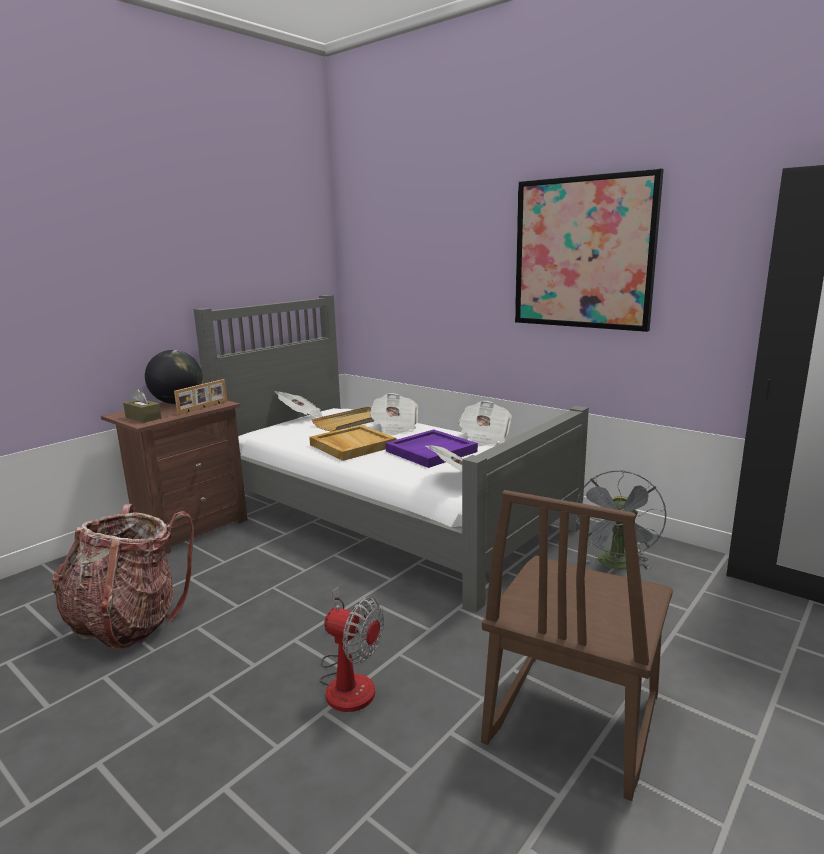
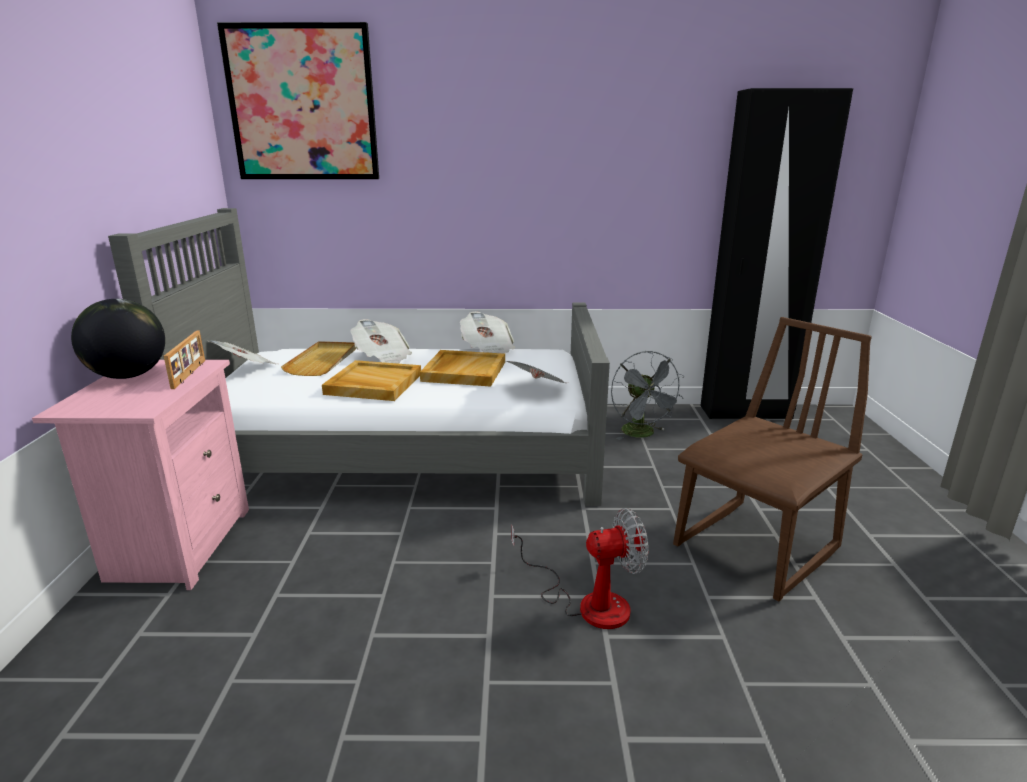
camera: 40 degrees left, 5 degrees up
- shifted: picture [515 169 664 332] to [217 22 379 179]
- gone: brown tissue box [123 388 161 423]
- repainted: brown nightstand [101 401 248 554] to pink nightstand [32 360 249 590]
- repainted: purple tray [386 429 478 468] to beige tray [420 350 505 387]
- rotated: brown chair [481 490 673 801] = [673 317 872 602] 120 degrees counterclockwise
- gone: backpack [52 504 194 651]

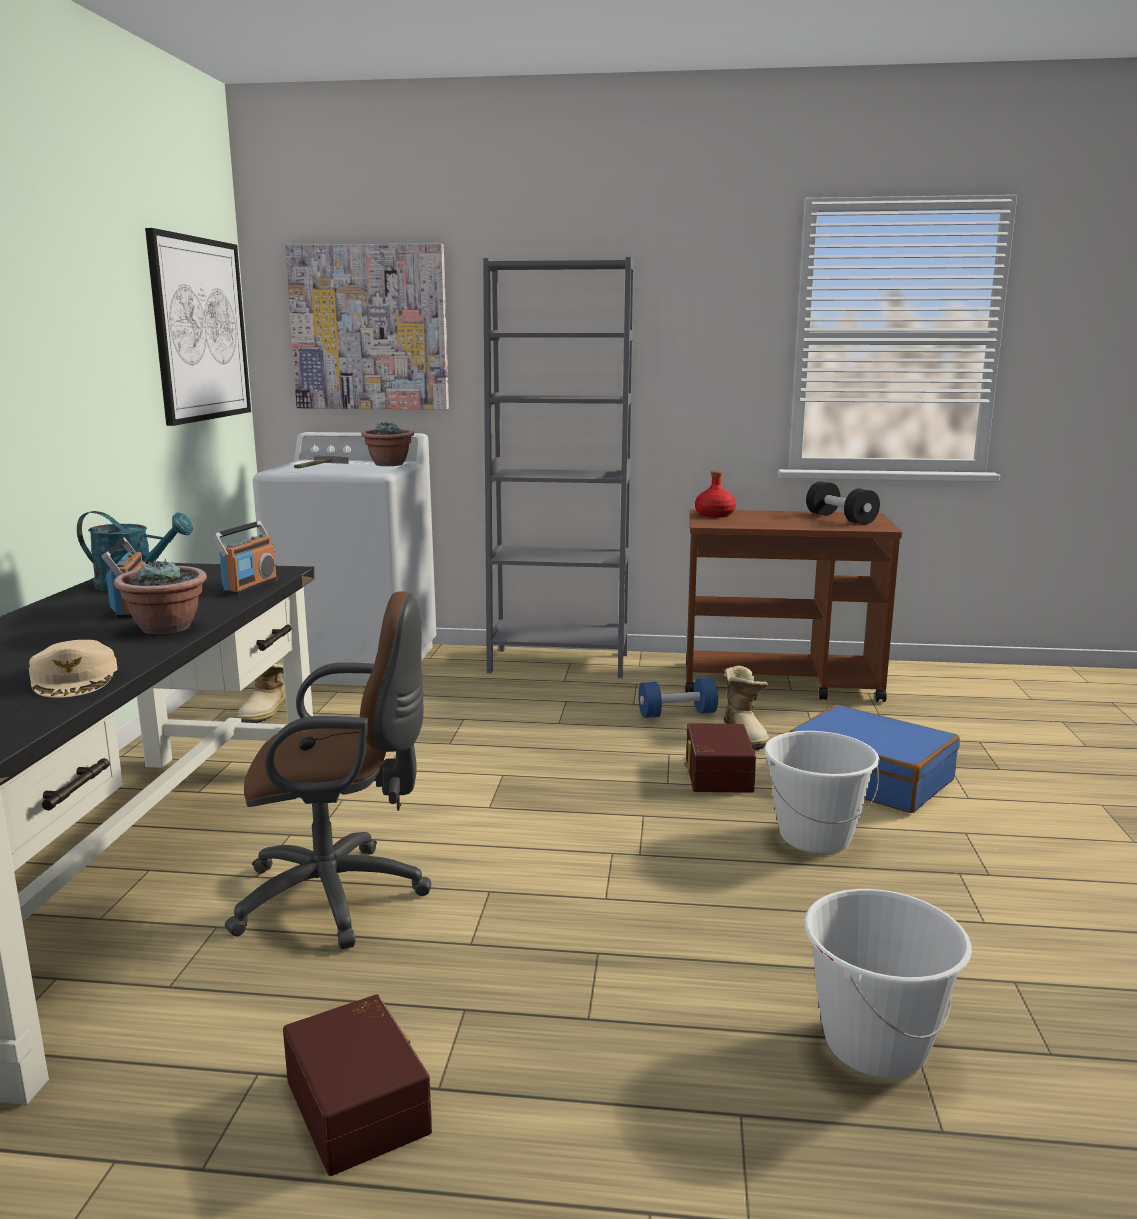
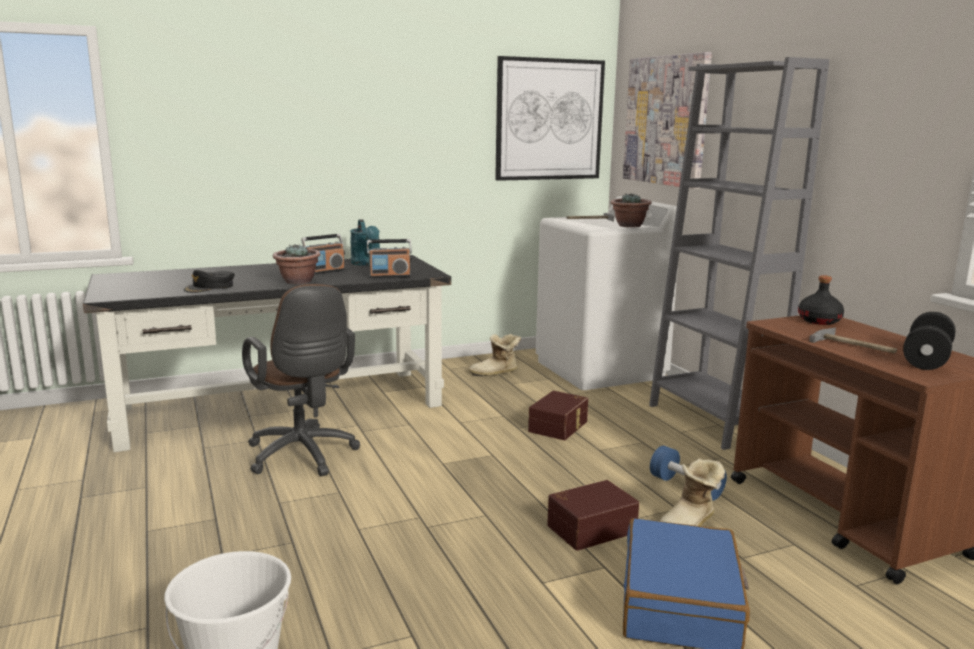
camera: 60 degrees right, 0 degrees up
- repainted: red bottle [695 471 736 517] to black bottle [798 275 844 325]
- repainted: beige cap [29 640 118 698] to black cap [183 270 235 293]
- gone: white bucket [764 731 879 854]
- shifted: brown storage box [283 994 432 1176] to [528 391 588 440]
- new: hammer [809 328 897 353]

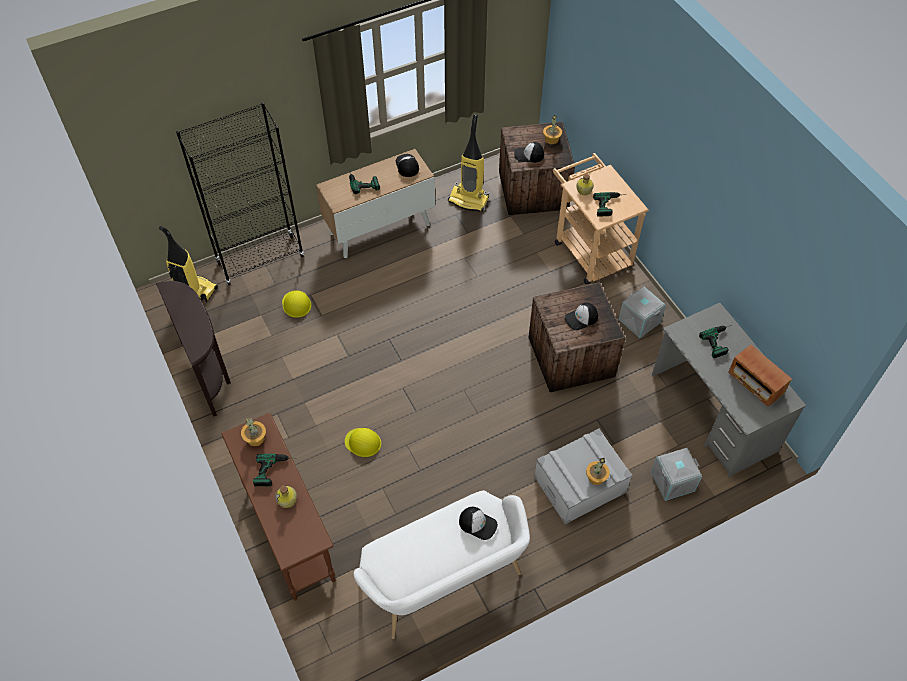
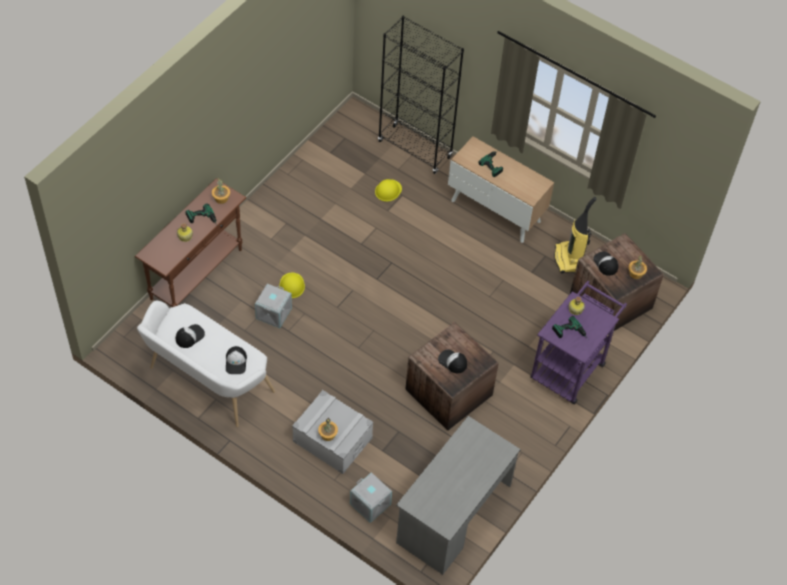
camera: 60 degrees right, 0 degrees up
- repainted: beige cart [553 153 649 285] to purple cart [530 281 627 404]
- shifted: cap [396 154 419 177] to [176 324 205 348]
- gone: vacuum cleaner [159 226 218 302]
- gone: brown console table [156 281 231 417]
- shifted: grey storage box [619 287 666 338] to [255 284 292 328]
- gone: power drill [699 325 732 358]
- gone: radio [728 345 792 407]

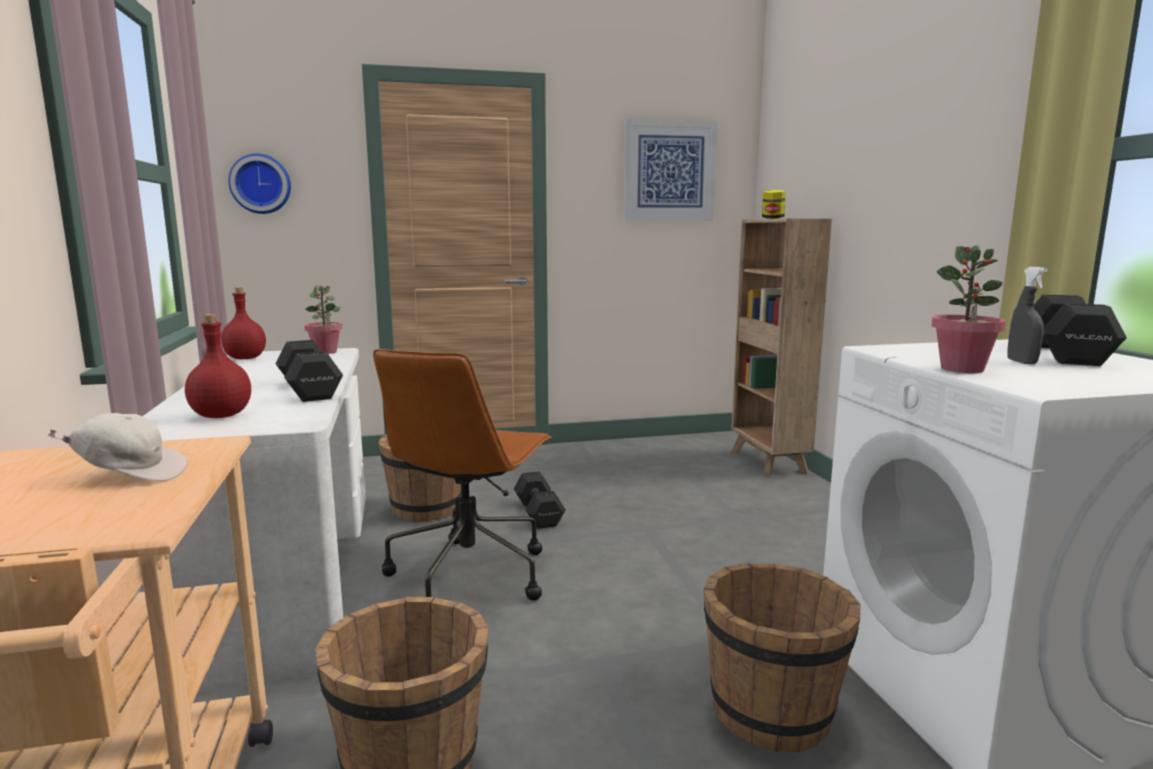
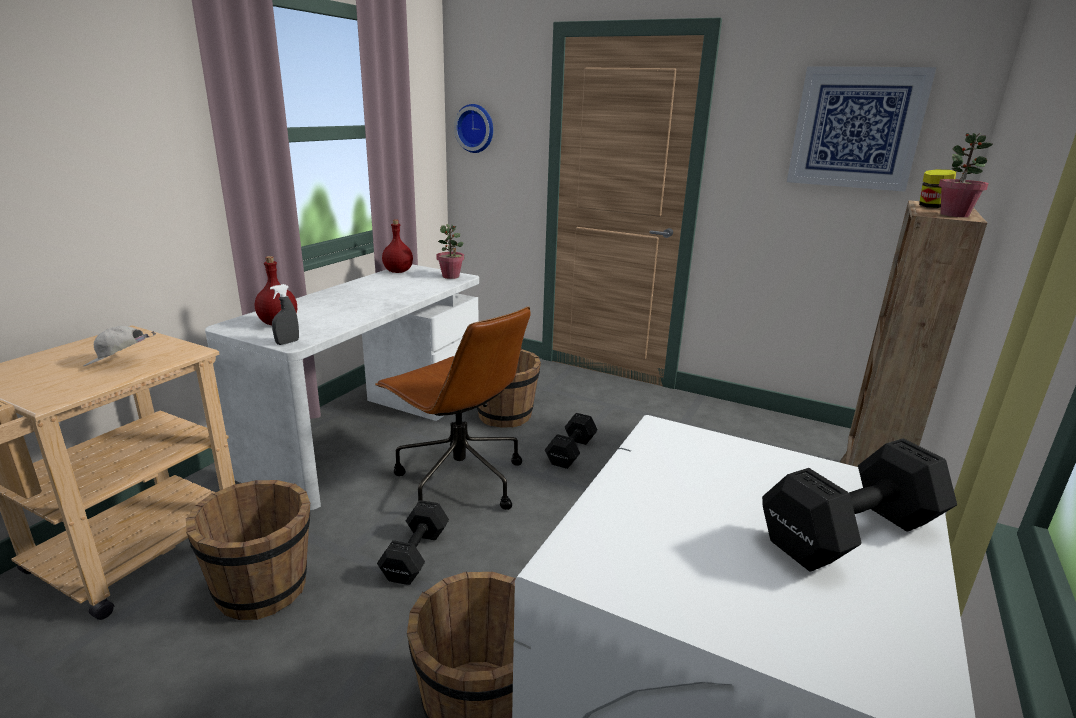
camera: 40 degrees right, 10 degrees up
- shifted: potted plant [931 245 1006 373] to [939 133 993 217]
- shifted: grey spray bottle [1007 267 1047 364] to [270 284 299 345]
- shifted: black dumbbell [276 340 343 402] to [377 500 449 585]
- rotated: brown office chair [373 349 552 601] = [375 306 531 510] 105 degrees counterclockwise
- rotated: white cap [48 413 188 481] = [84 326 156 366] 135 degrees clockwise

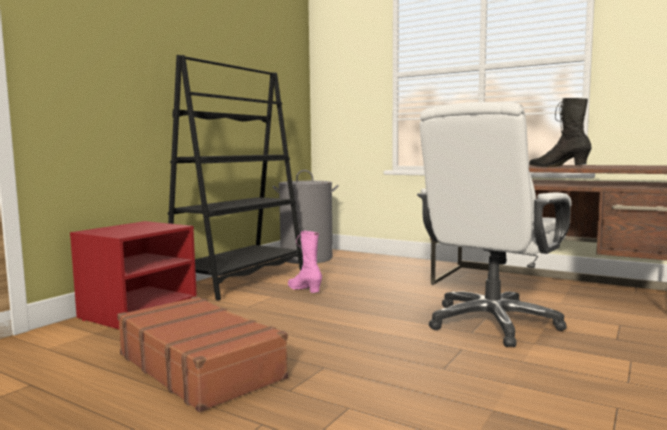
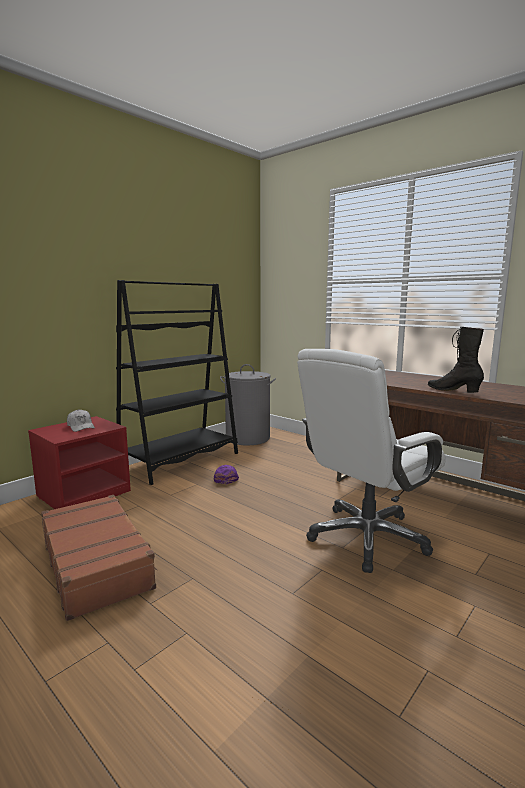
camera: 10 degrees right, 5 degrees up
- swapped: pink boot [288 231 322 293] to purple cap [214 465 239 484]
- new: white cap [67 409 95 432]

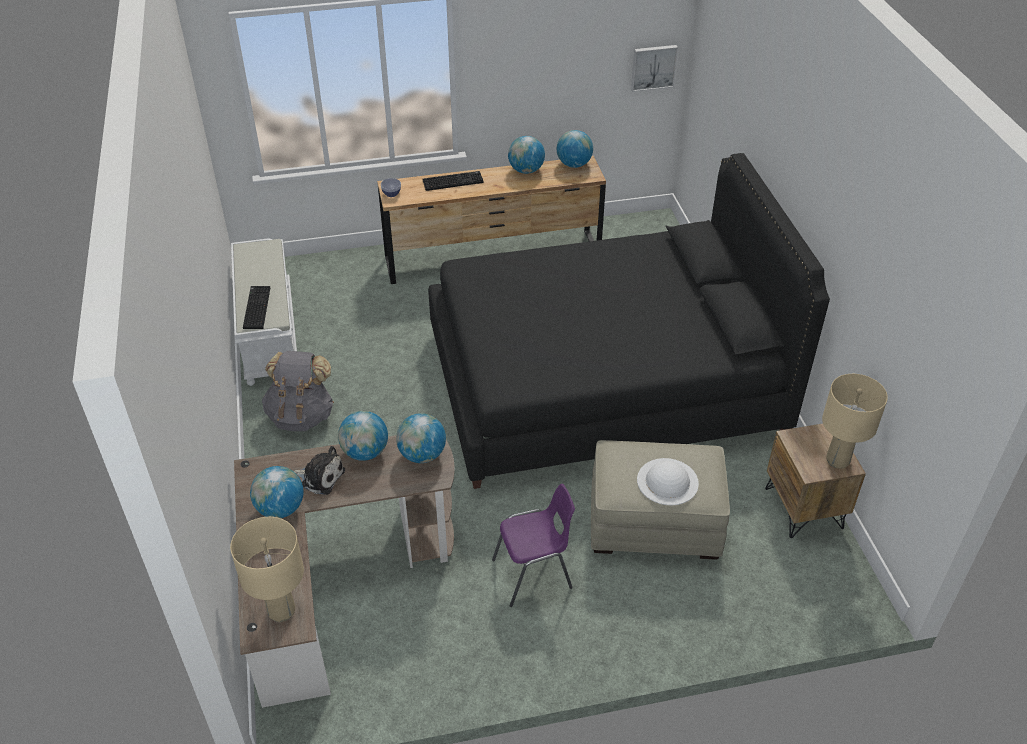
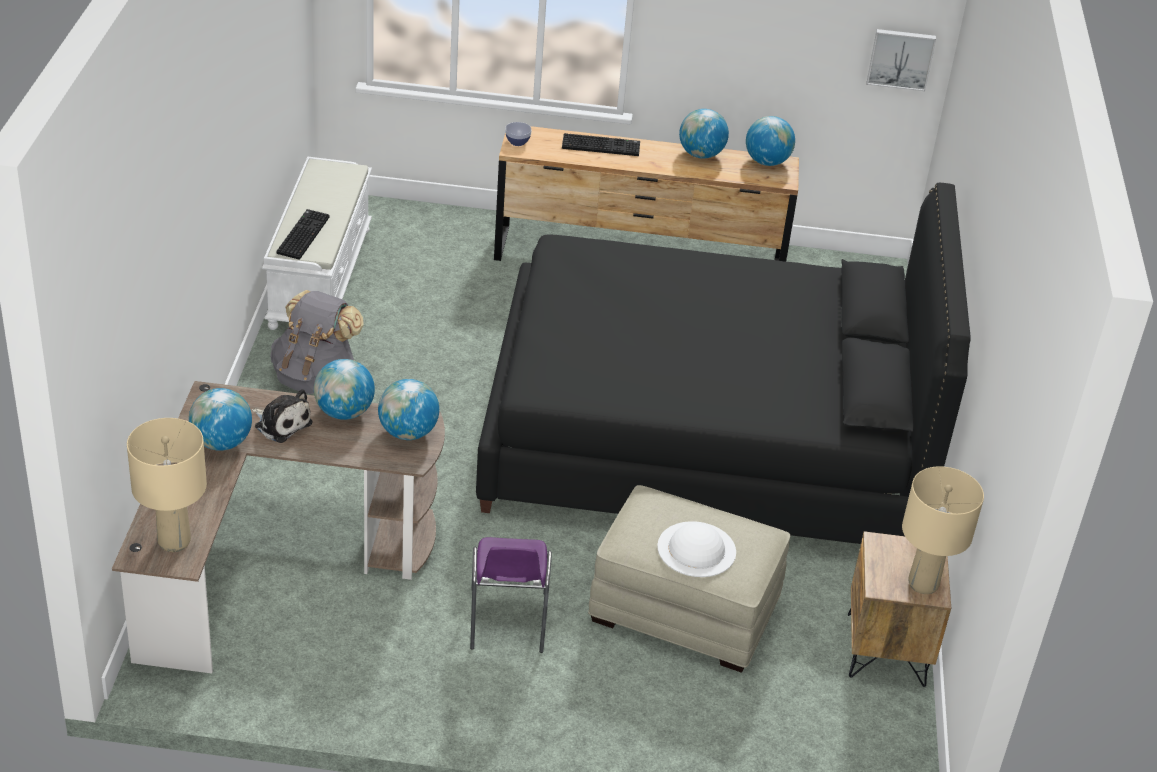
camera: 15 degrees right, 5 degrees down
- rotated: purple chair [492 484 575 607] = [470 537 552 653] 90 degrees clockwise

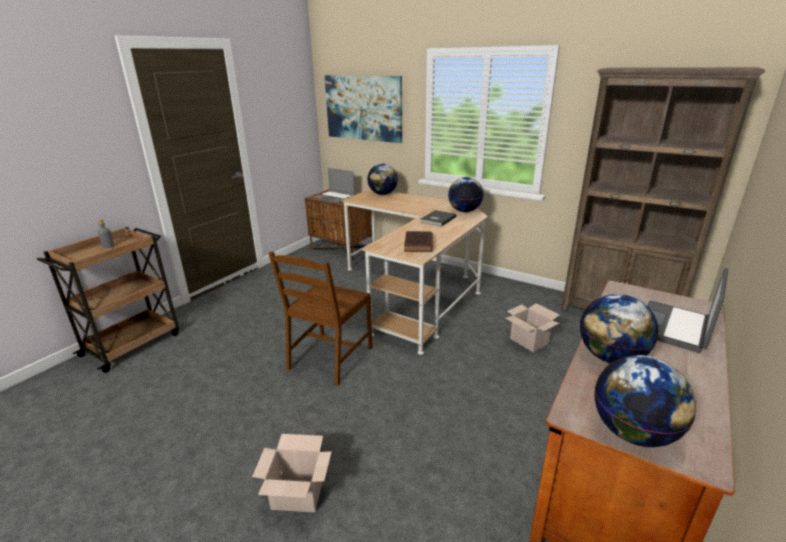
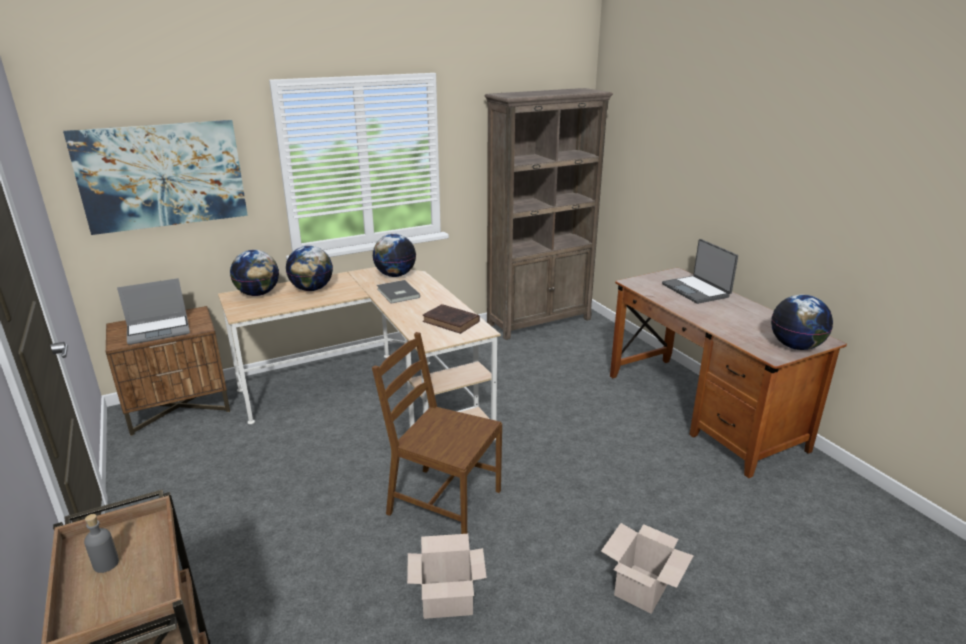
camera: 60 degrees left, 0 degrees up
- rotated: brown chair [268 252 373 386] = [372 332 502 534] 150 degrees clockwise
- shifted: globe [580 294 659 363] to [286 246 333 291]
- shifted: cardboard box [505 303 559 352] to [407 534 487 619]

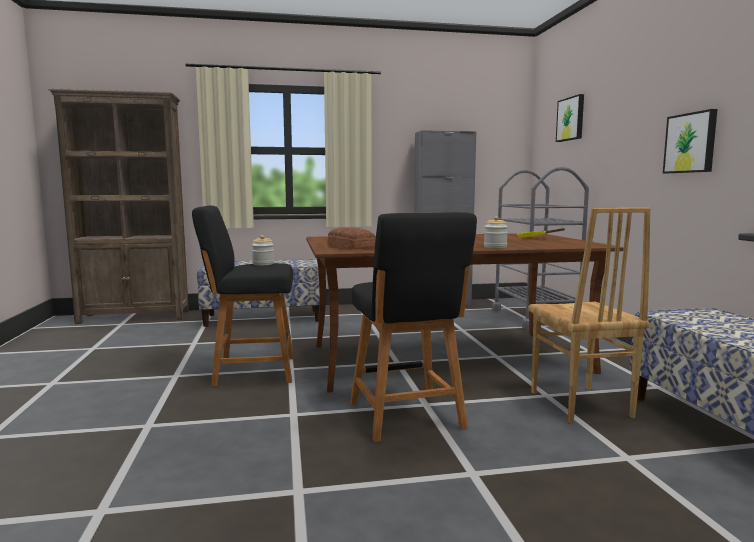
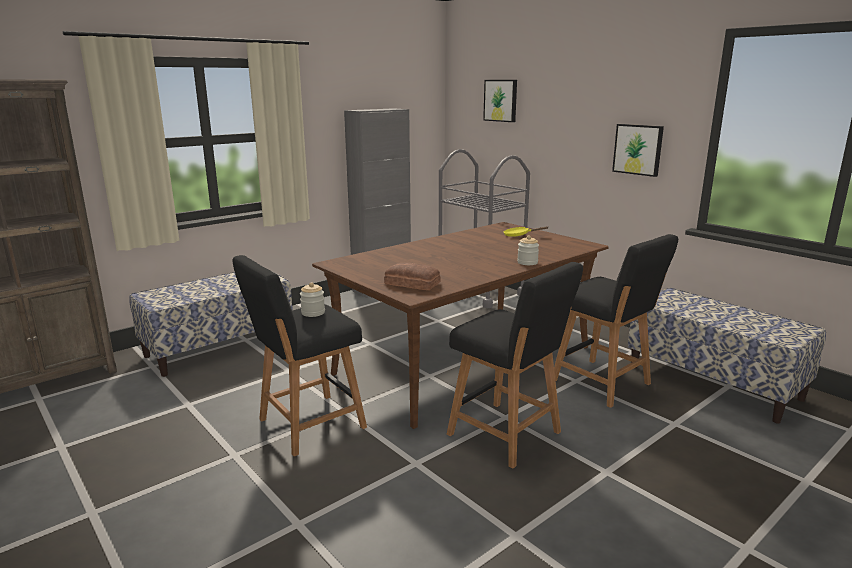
camera: 30 degrees left, 10 degrees up
- swapped: brown chair [528 208 651 424] to black stool [554 234 678 408]

